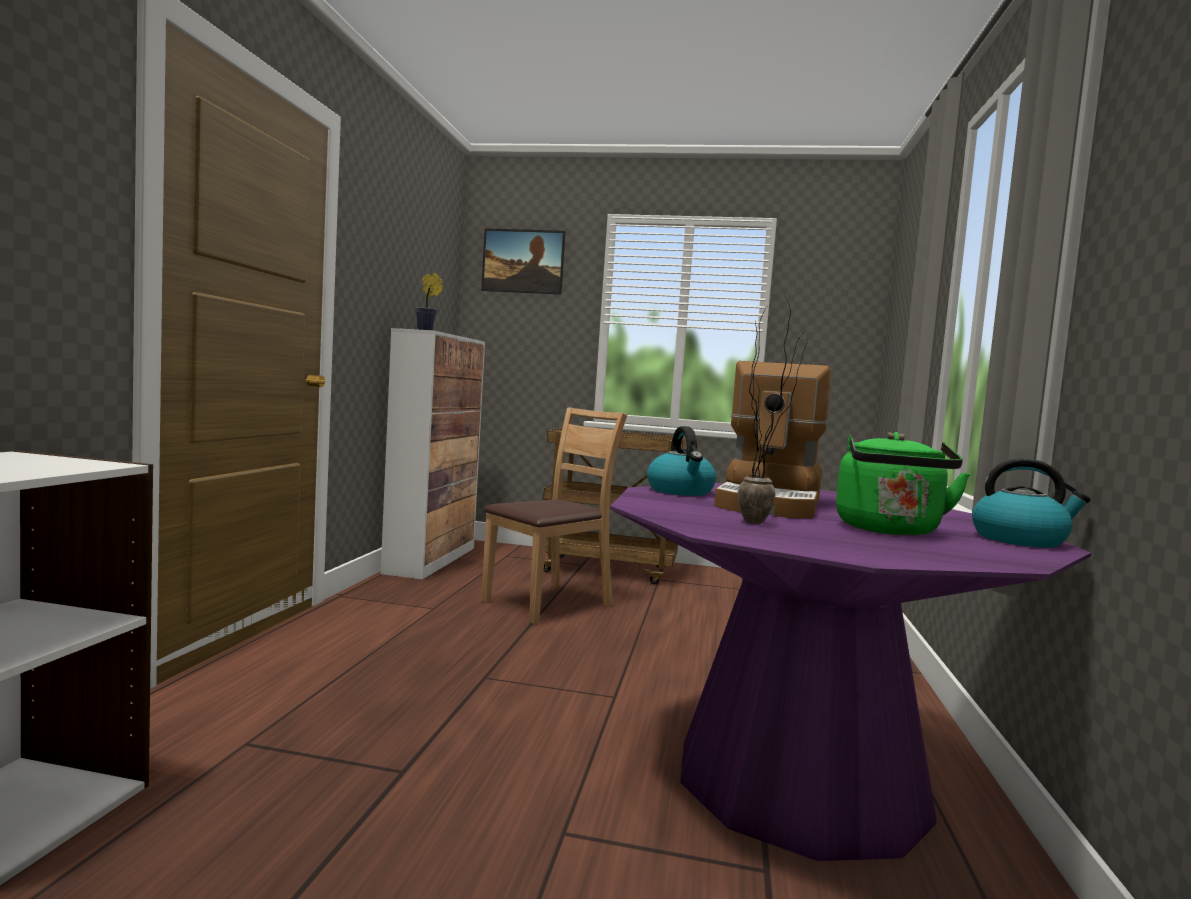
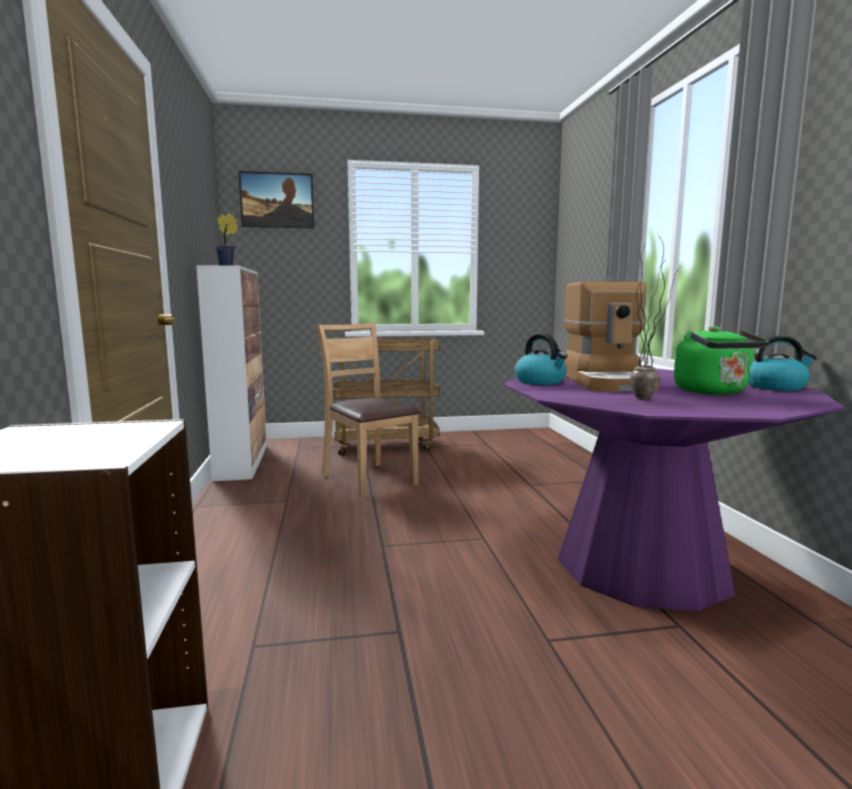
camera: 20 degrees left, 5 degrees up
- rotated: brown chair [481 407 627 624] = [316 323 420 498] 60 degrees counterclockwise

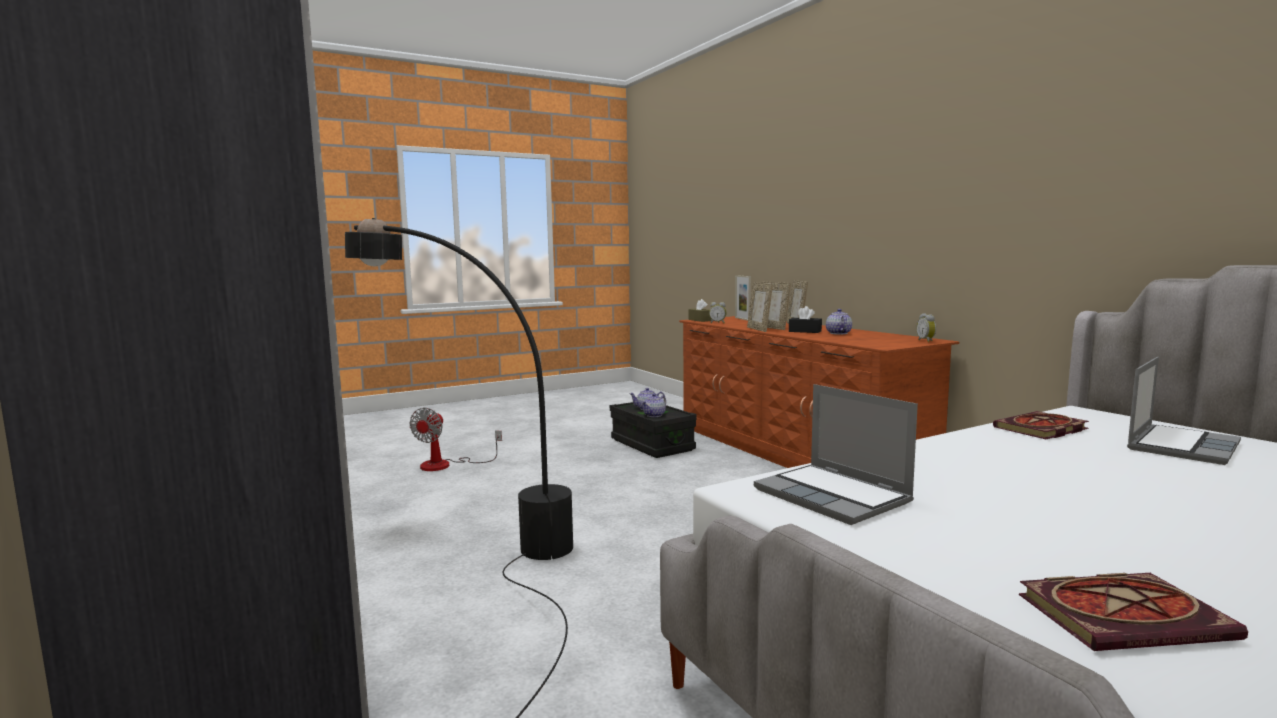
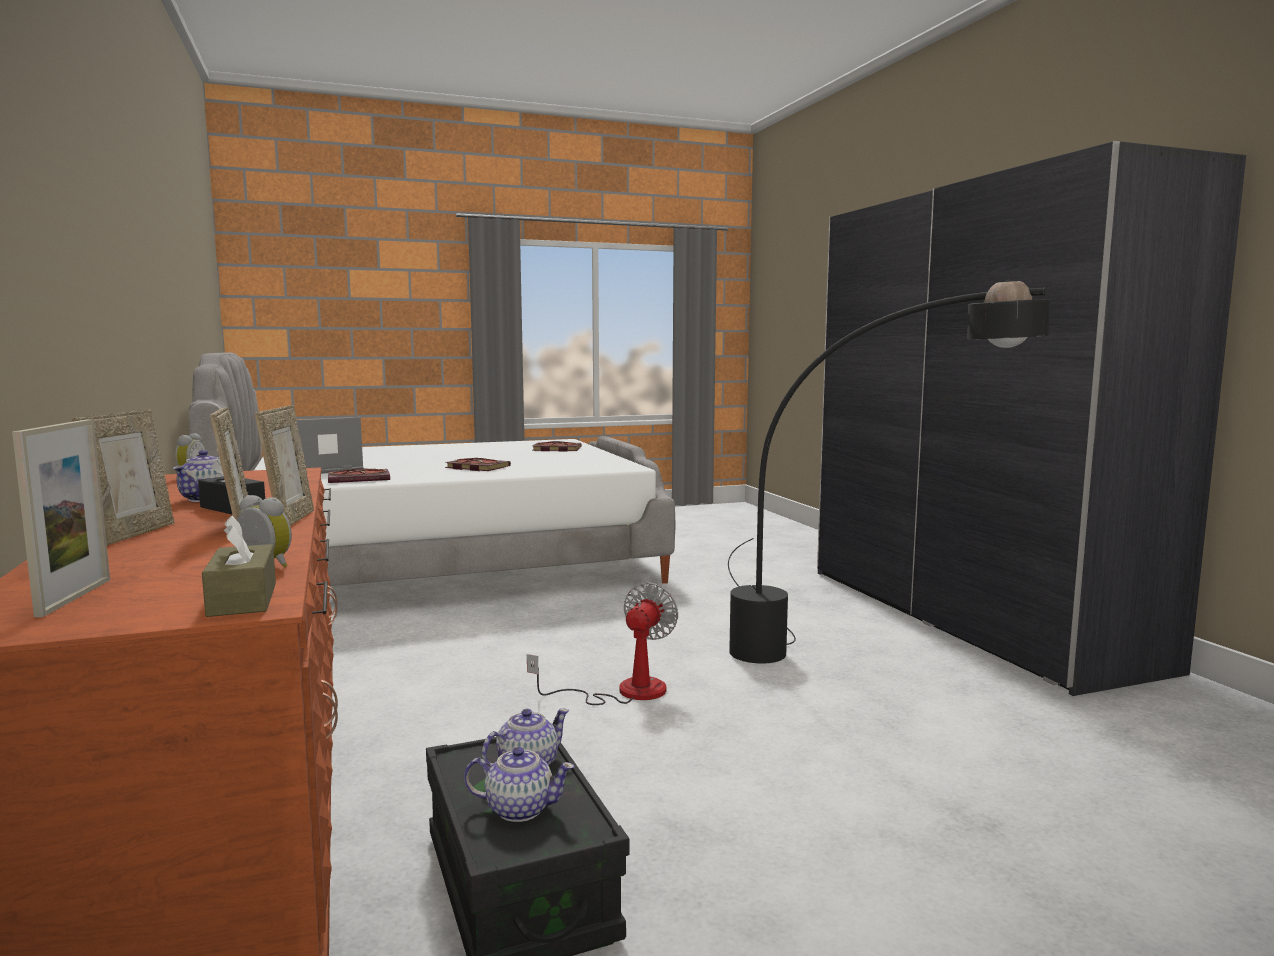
camera: 170 degrees left, 0 degrees up
- gone: laptop [754 384 918 525]
- shifted: fan [409 408 502 471] to [527 582 678 705]
- new: book [445 458 511 471]

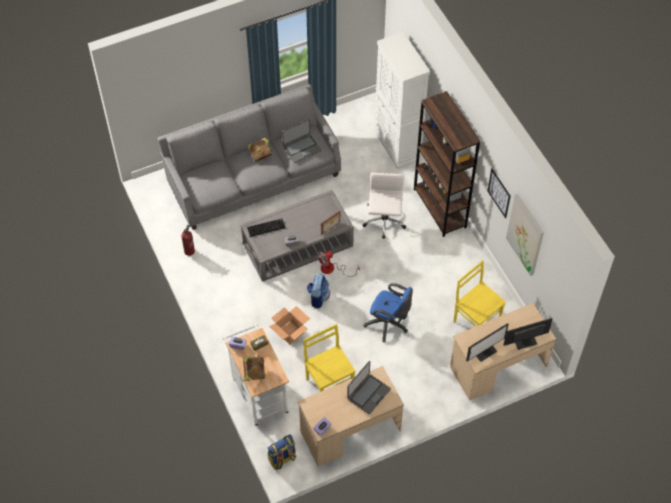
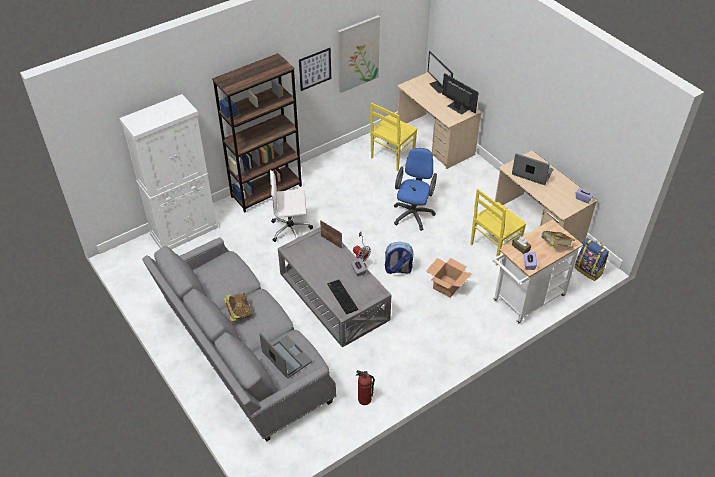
camera: 100 degrees left, 10 degrees down
- shifted: laptop [282 119 321 163] to [259 333 312 378]

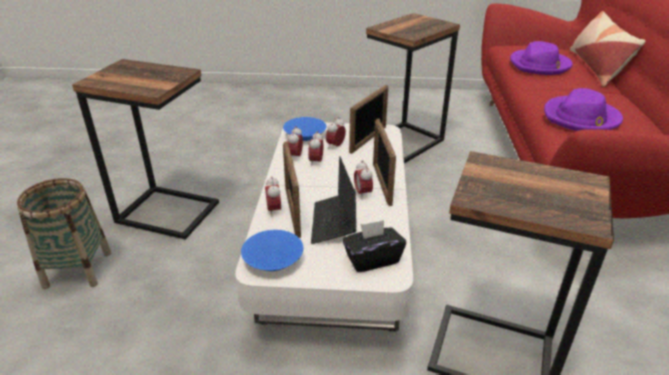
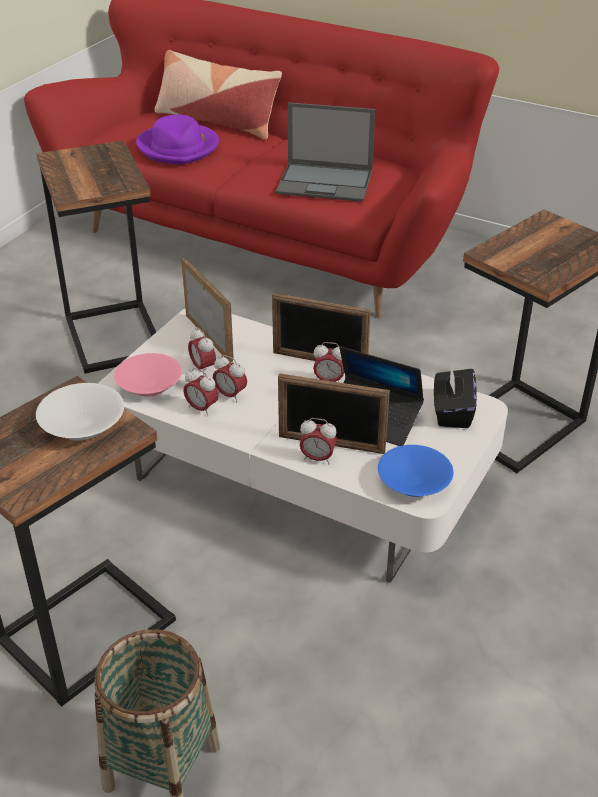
camera: 65 degrees left, 5 degrees up
- swapped: purple hat [544 88 623 131] to laptop [276 102 375 202]
- repainted: blue bowl [283 117 327 141] to pink bowl [114 353 182 397]
- new: white bowl [36 383 124 440]

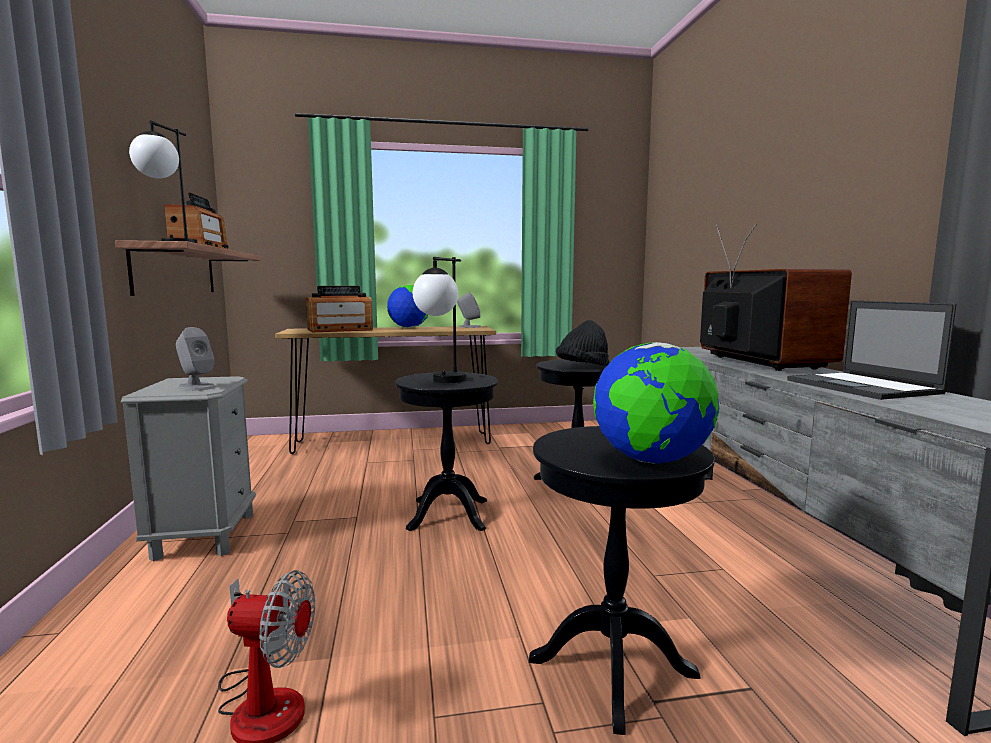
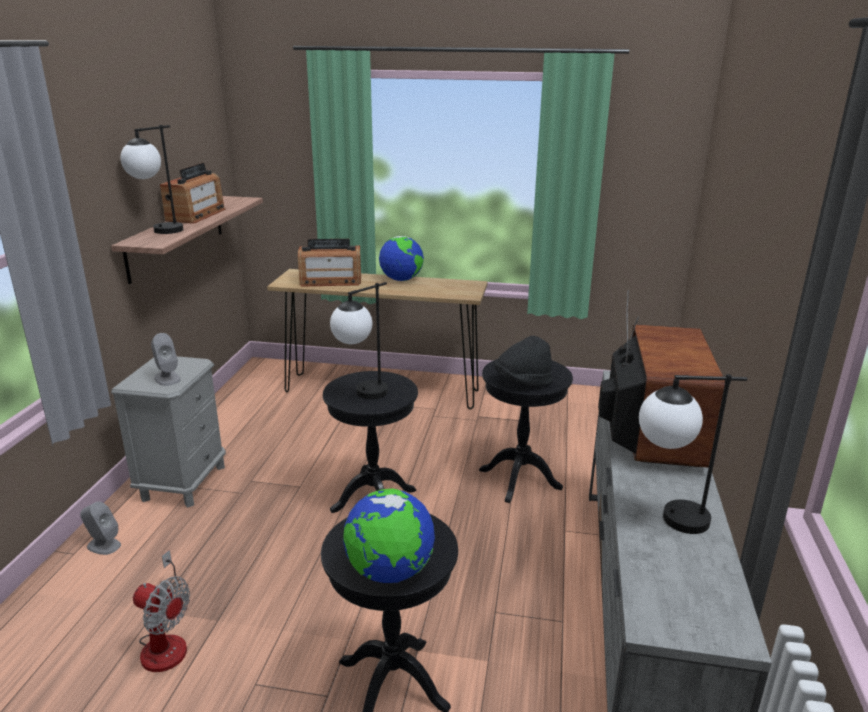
camera: 20 degrees right, 15 degrees up
- shifted: grey speaker [457 292 481 328] to [80 502 121 555]
- swapped: laptop [787 300 957 400] to table lamp [639 374 747 534]

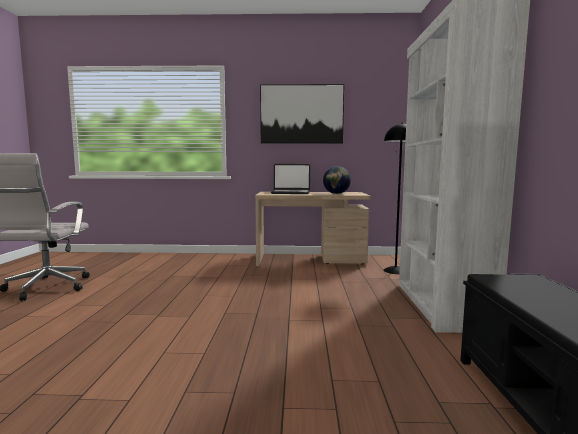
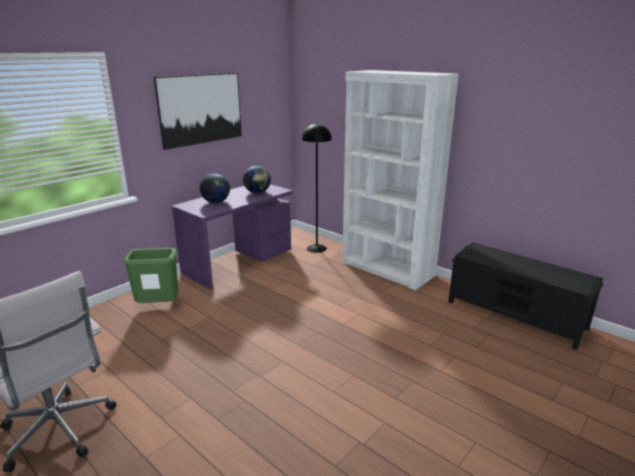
camera: 50 degrees left, 15 degrees up
- swapped: laptop [271 164 310 194] to globe [200 173 230 203]
- repainted: beige desk [255 192 370 266] to purple desk [172 184 292 289]
- new: green trash can [123 248 178 303]

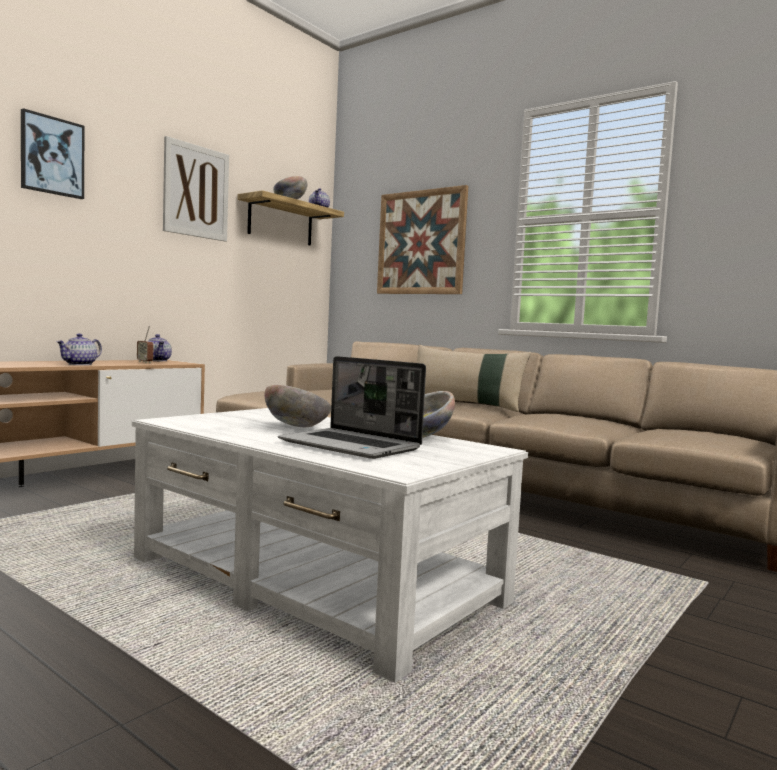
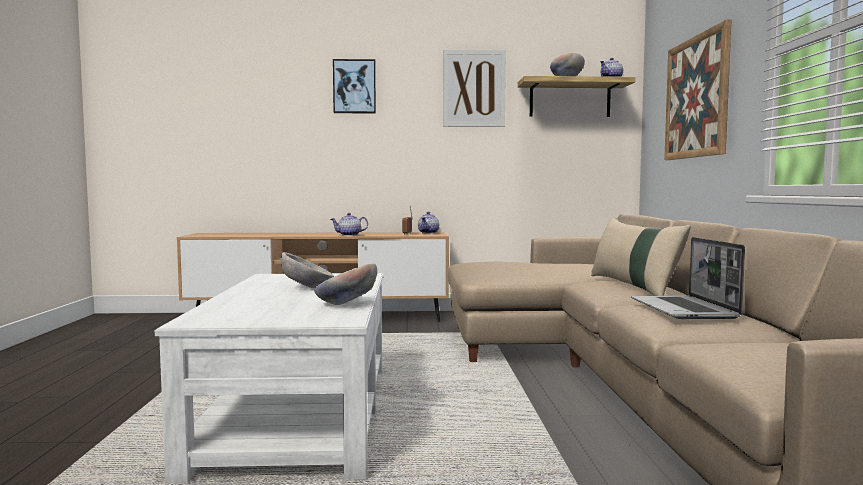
camera: 50 degrees right, 0 degrees up
- shifted: laptop [278 356 426 459] to [631 237 745 319]

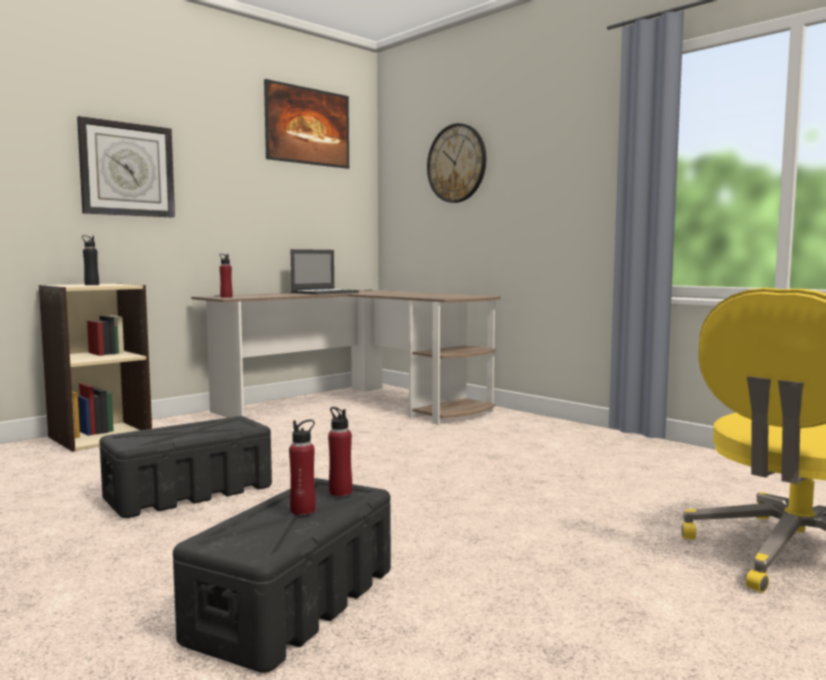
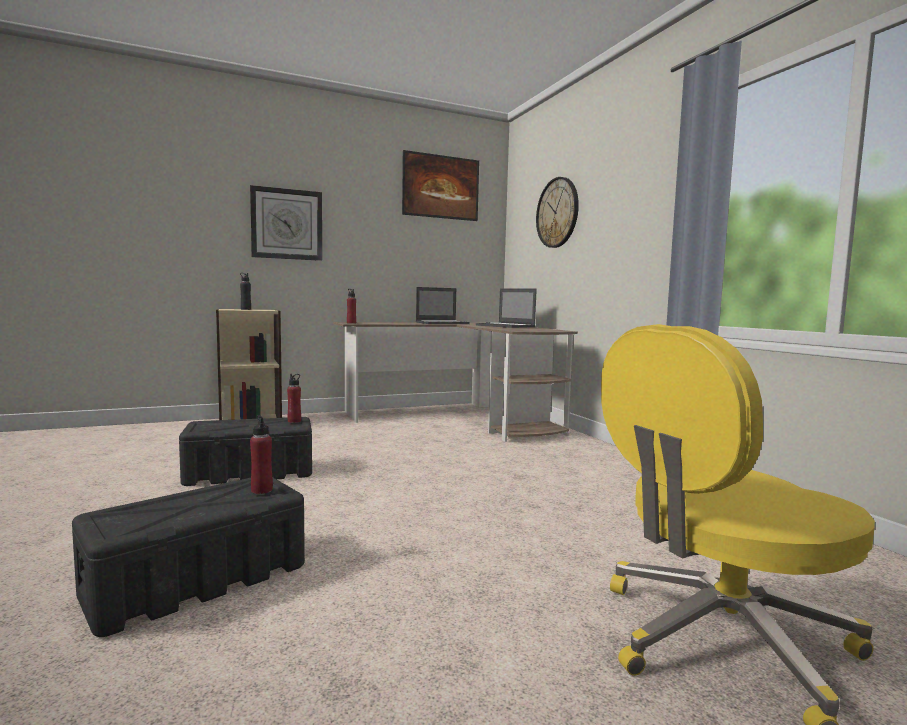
camera: 20 degrees right, 0 degrees up
- shifted: red bottle [289 420 316 515] to [287 374 301 423]
- new: laptop [476 289 537 328]

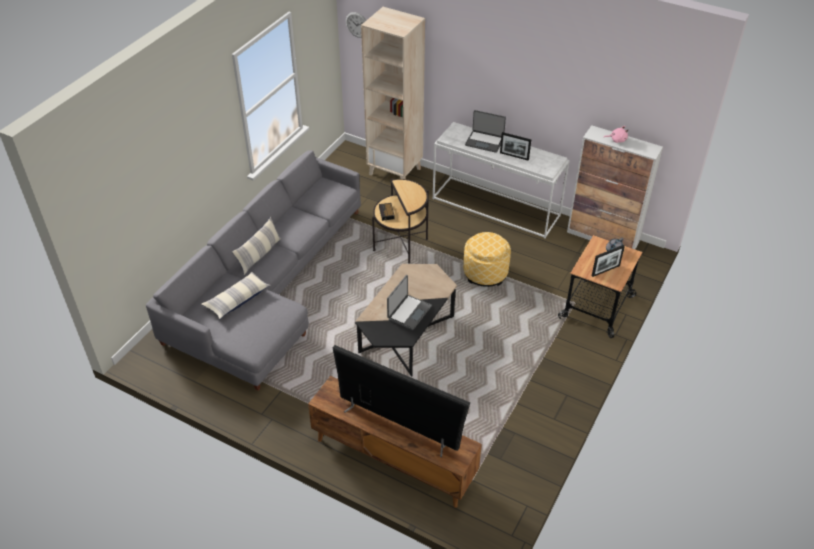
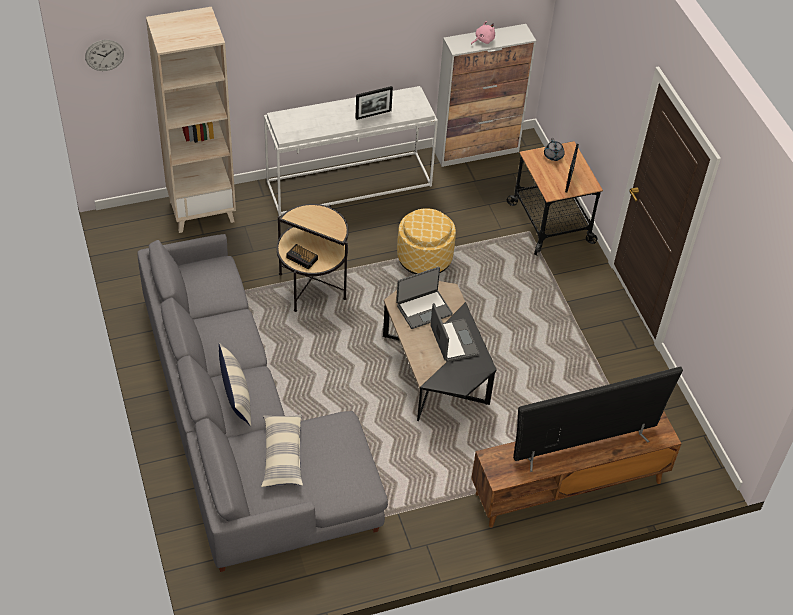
camera: 50 degrees left, 5 degrees up
- shifted: laptop [465 110 506 153] to [396 267 453 329]

